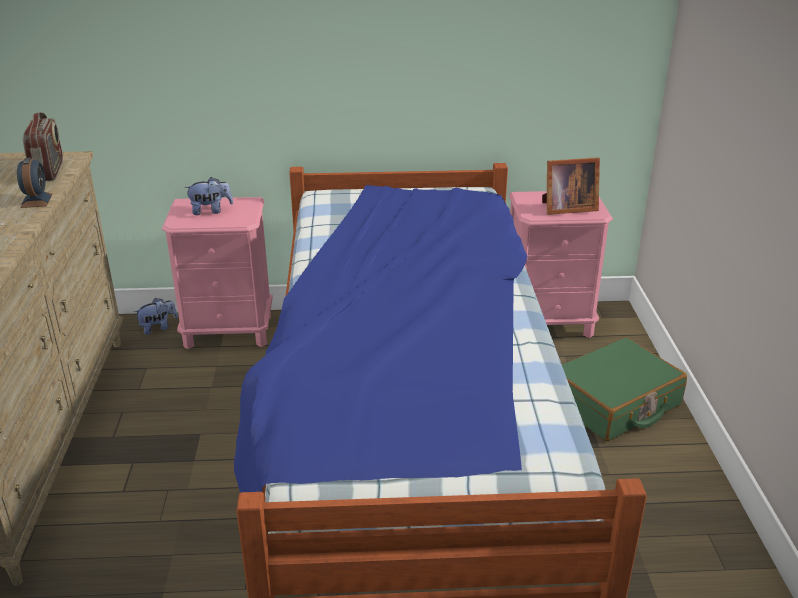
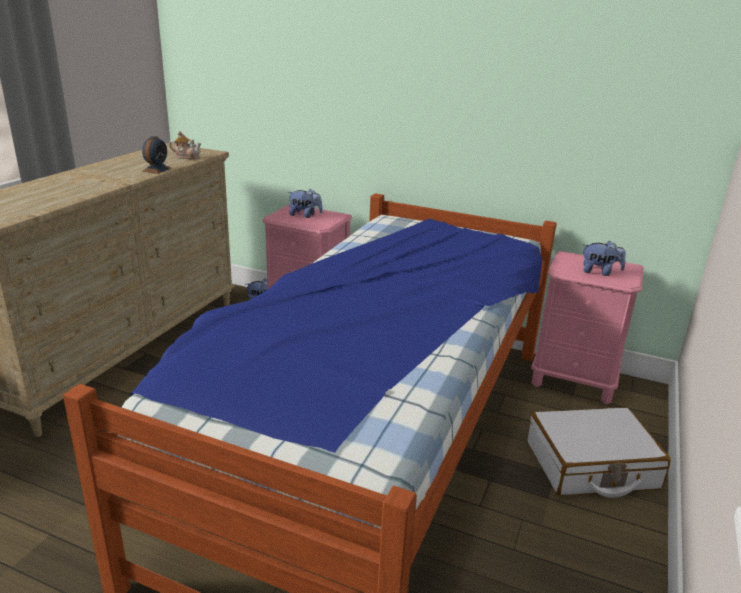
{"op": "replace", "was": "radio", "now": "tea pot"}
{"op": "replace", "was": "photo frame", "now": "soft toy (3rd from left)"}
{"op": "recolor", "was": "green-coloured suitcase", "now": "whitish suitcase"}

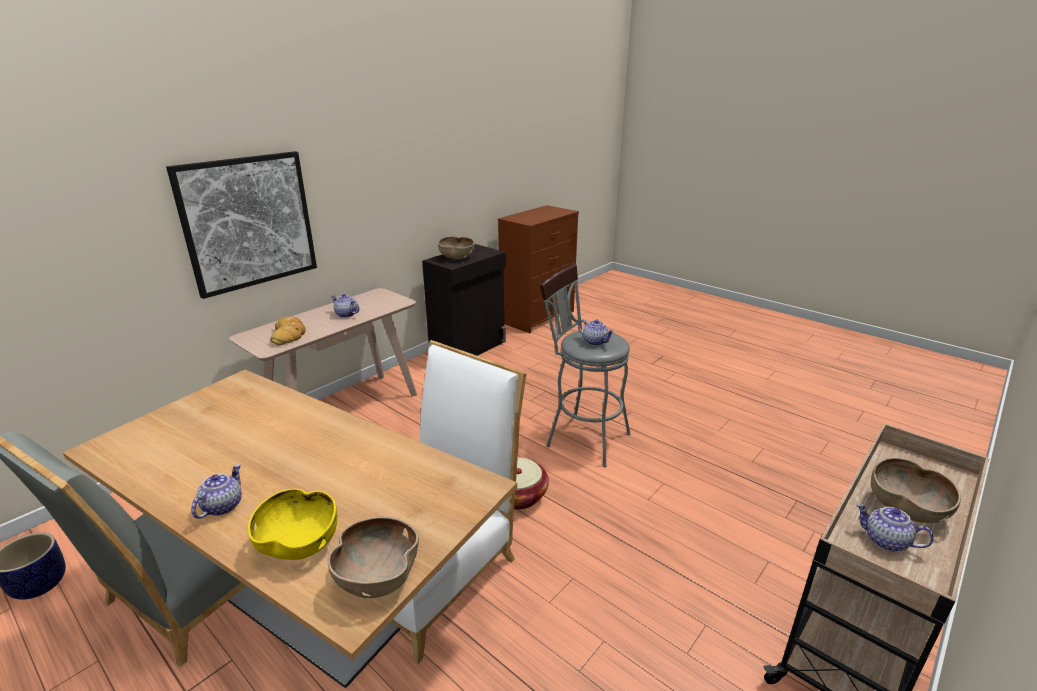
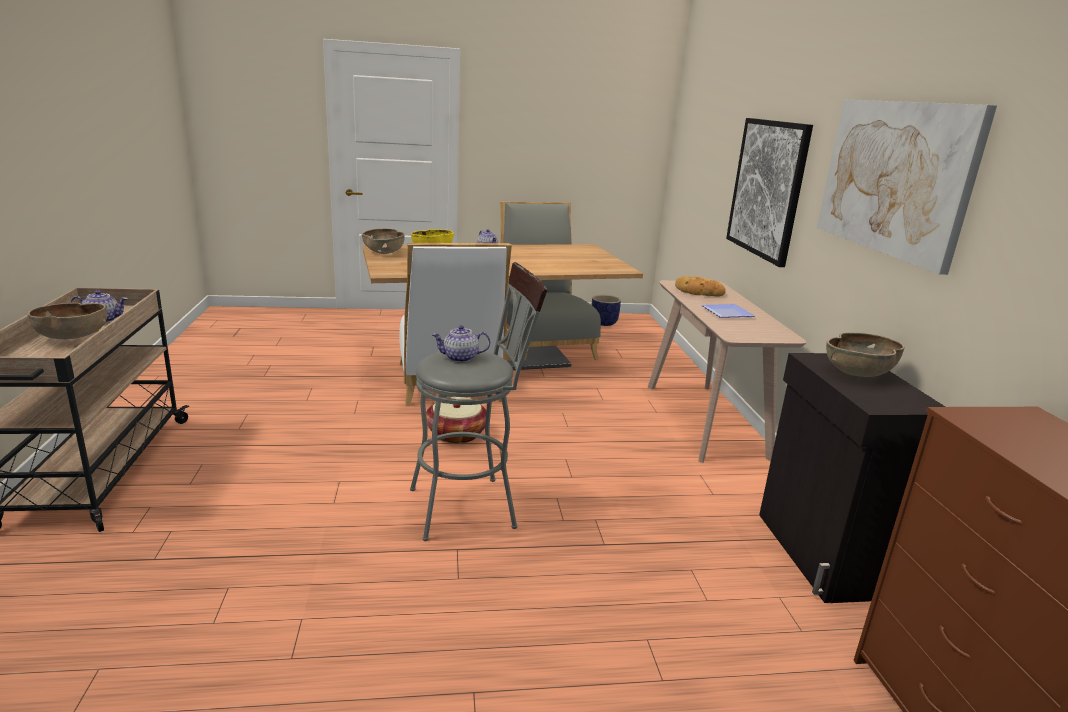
{"op": "replace", "was": "tea pot (2nd from left)", "now": "plate"}
{"op": "insert", "now": "wall art (2nd from left)"}

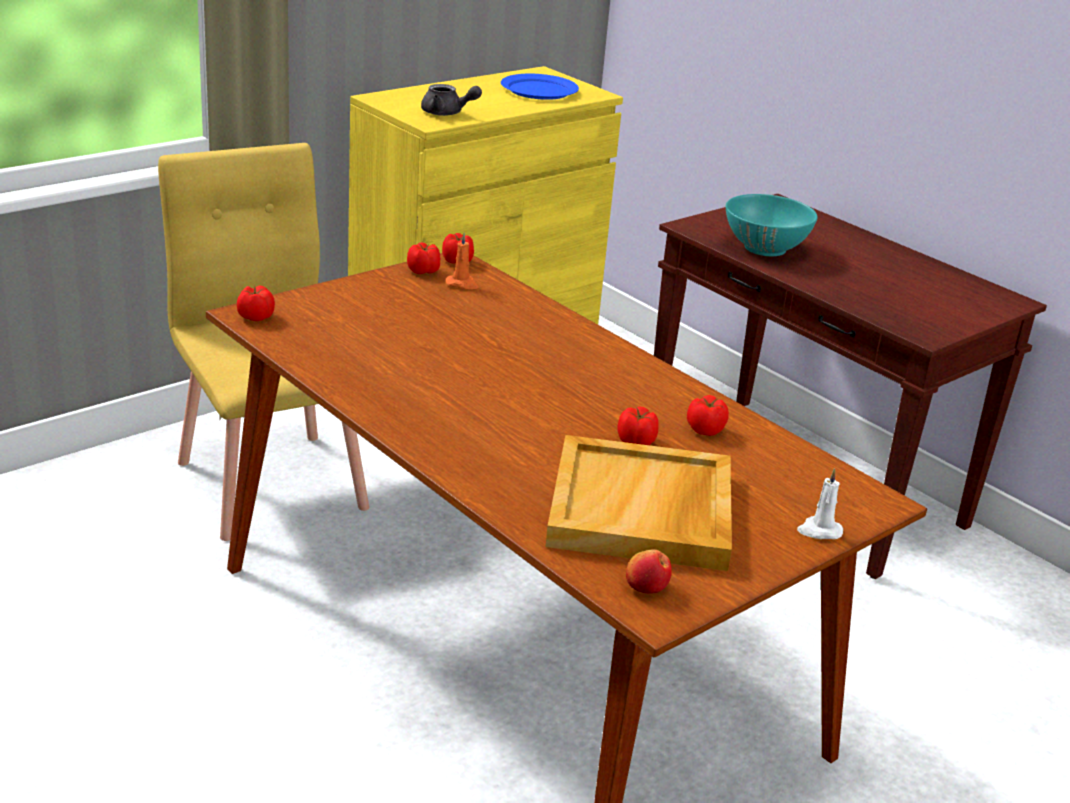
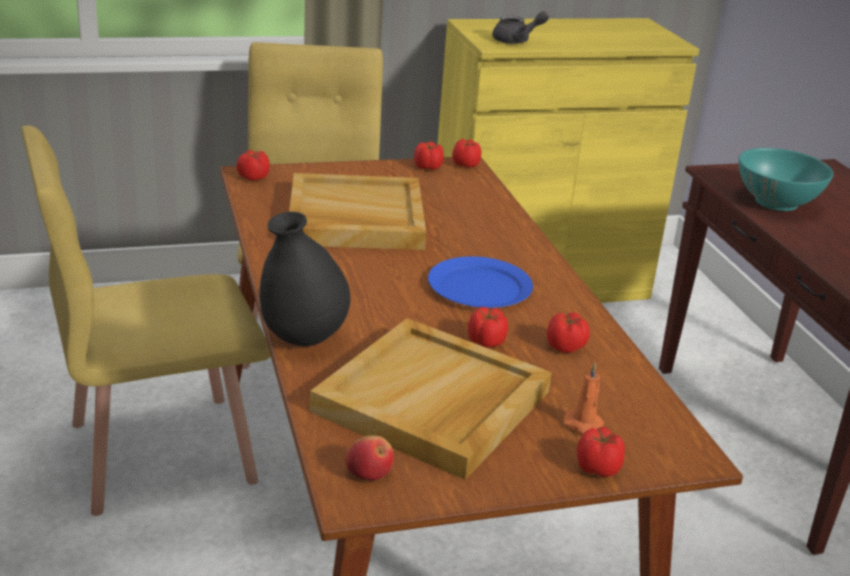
{"op": "move", "was": "bluish plate"}
{"op": "rotate", "was": "grey tea pot", "clockwise": -60}
{"op": "move", "was": "orangey candle"}
{"op": "replace", "was": "whitish candle", "now": "whole tomato (6th from left)"}
{"op": "insert", "now": "yellow upright chair (1st from left)"}
{"op": "insert", "now": "sand-coloured tray (1st from left)"}
{"op": "insert", "now": "blackish decorative vase"}

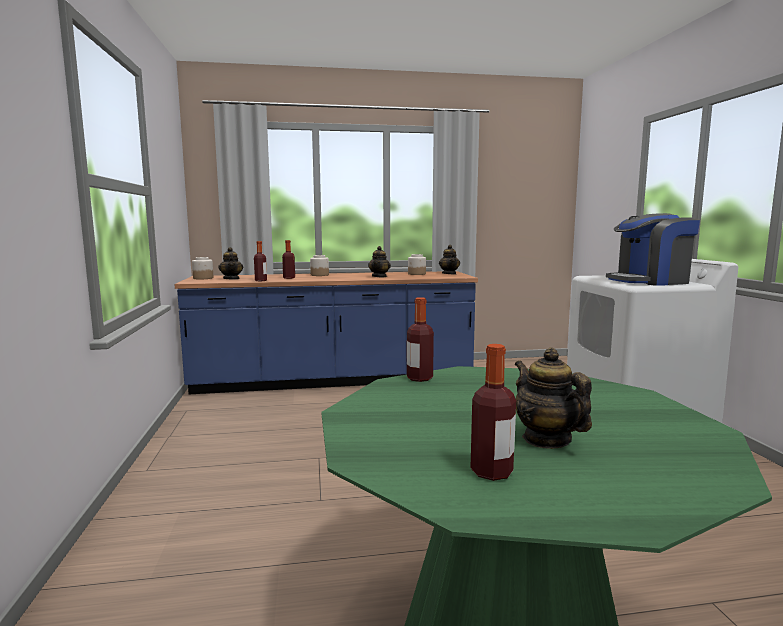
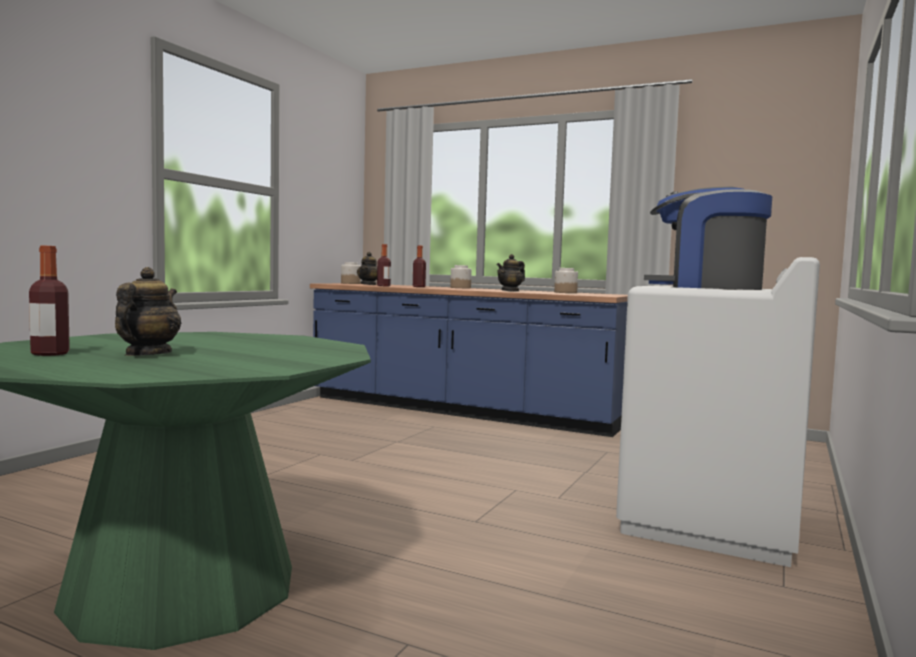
{"op": "delete", "was": "tea pot (3rd from left)"}
{"op": "delete", "was": "beverage bottle (3rd from left)"}

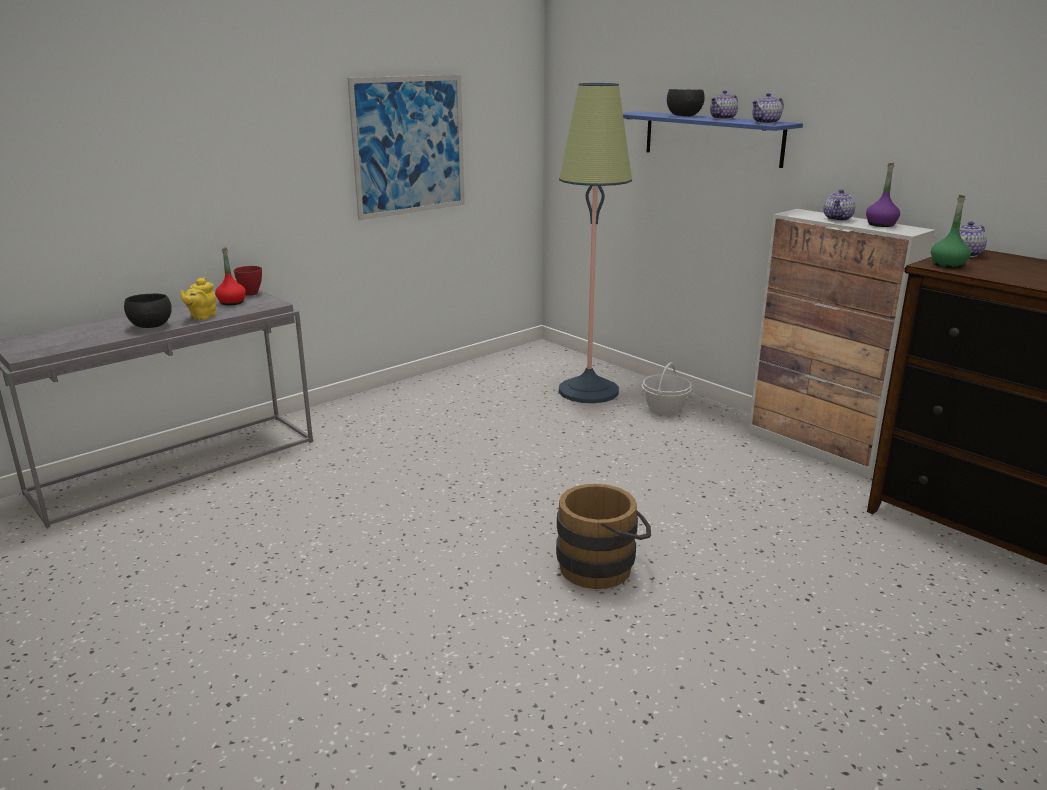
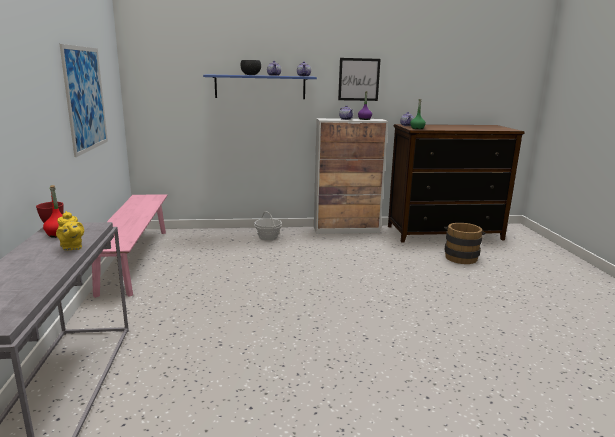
{"op": "delete", "was": "standing lamp"}
{"op": "delete", "was": "blackish deep dish (1st from left)"}
{"op": "move", "was": "brown-coloured water bucket"}
{"op": "insert", "now": "wall art (2nd from left)"}
{"op": "insert", "now": "pink-coloured long seat"}

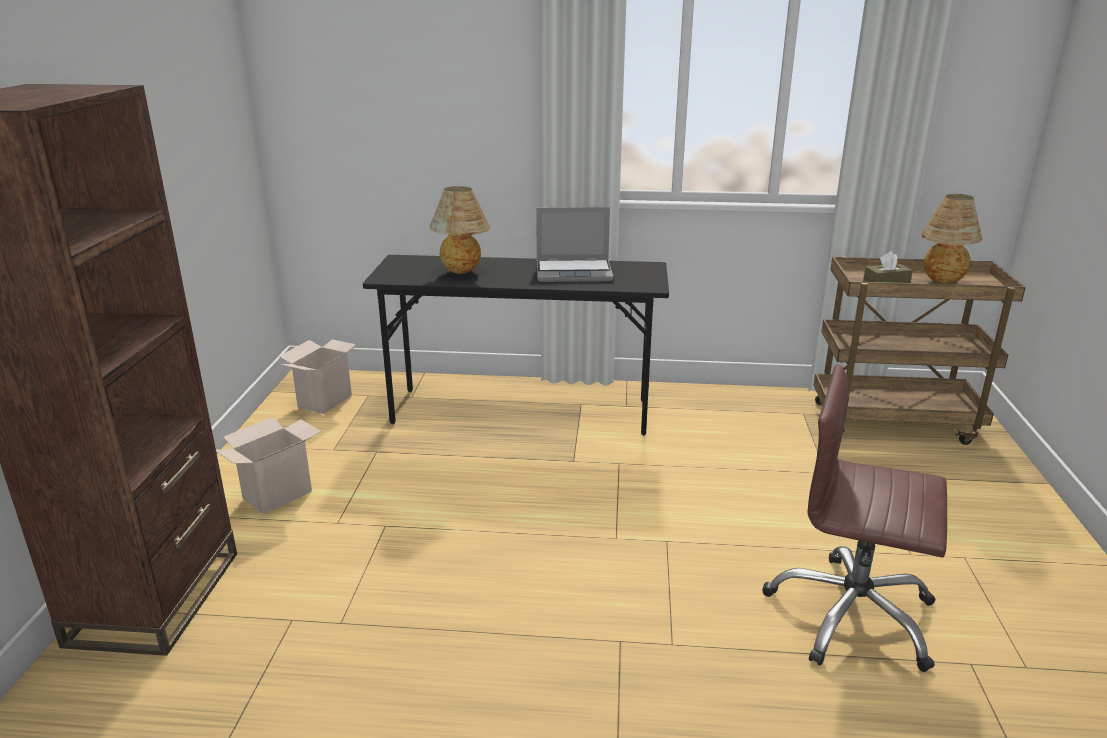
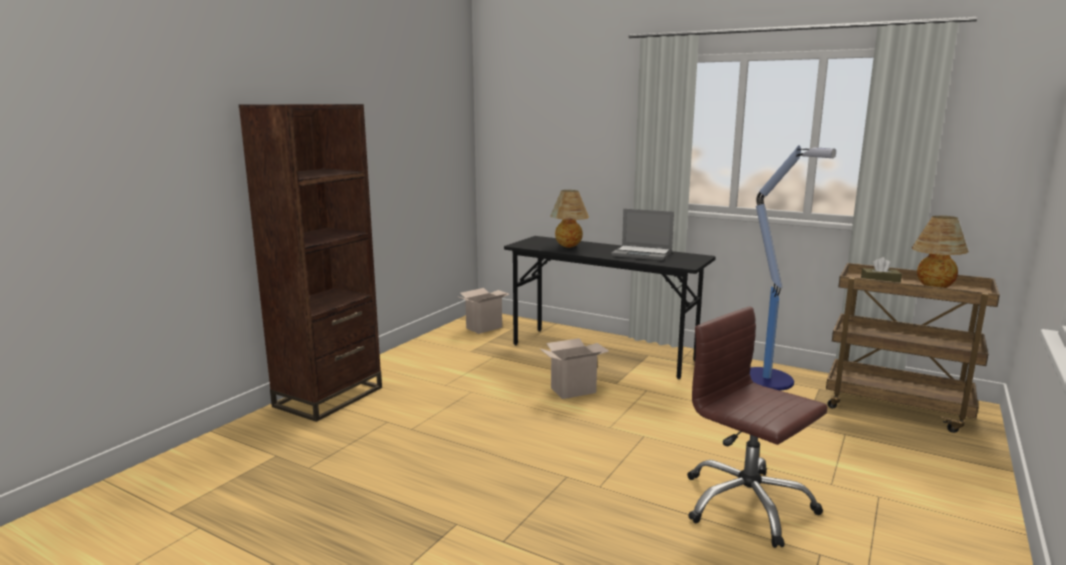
{"op": "move", "was": "packing box (1st from left in the first image)", "now": "packing box (2nd from left)"}
{"op": "insert", "now": "standing lamp"}

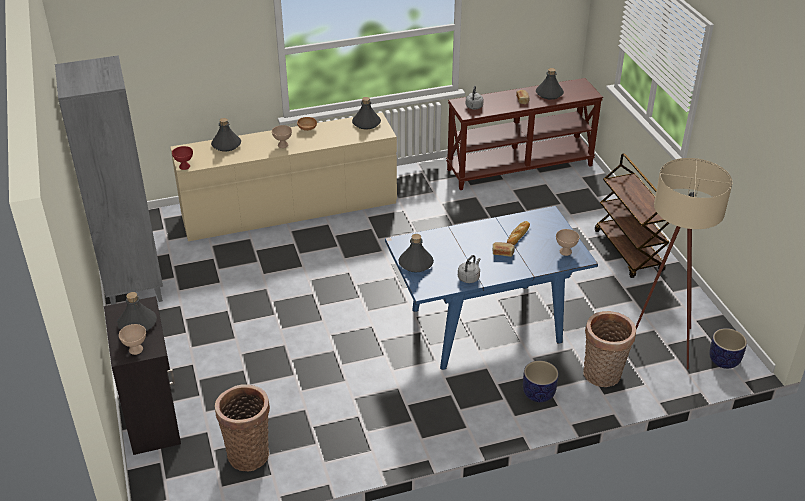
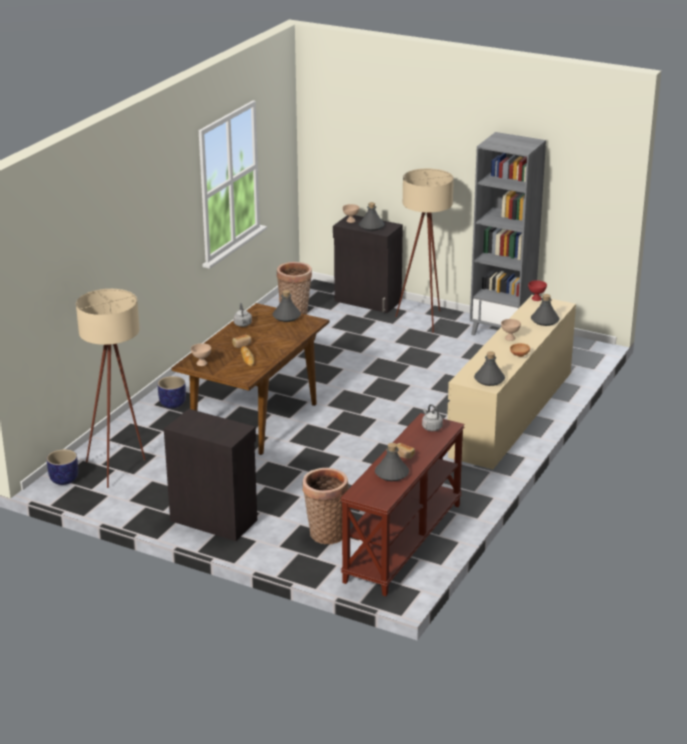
{"op": "replace", "was": "brown-coloured wheeled cart", "now": "blackish cabinet (1st from left)"}
{"op": "recolor", "was": "bluish kitchen table", "now": "brown-coloured kitchen table"}
{"op": "move", "was": "storage basket (2nd from left)"}
{"op": "insert", "now": "sand-coloured standing lamp (2nd from left)"}

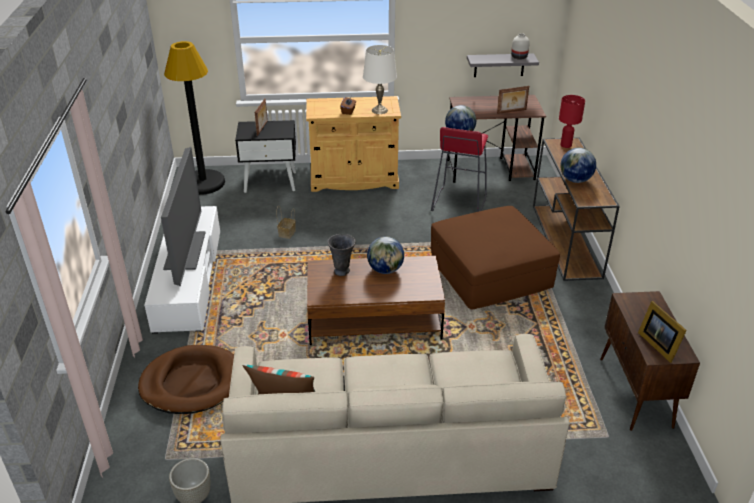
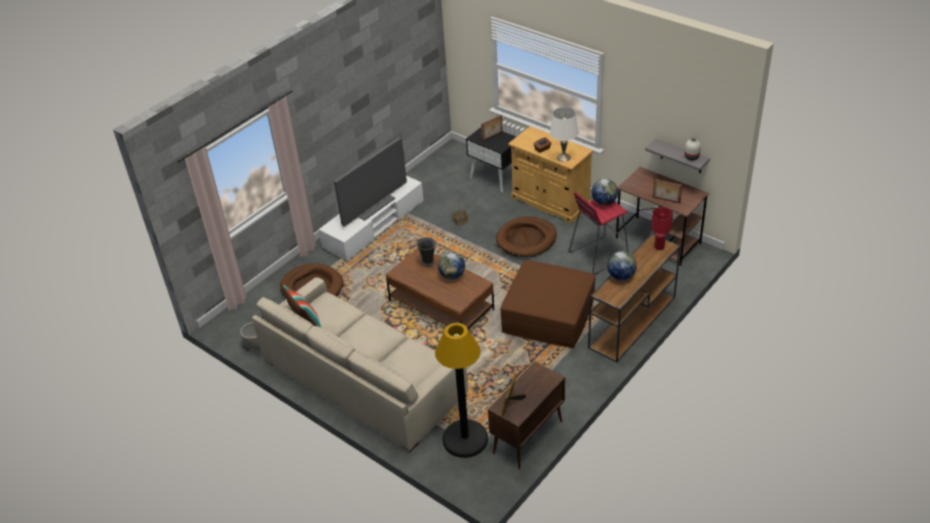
{"op": "move", "was": "blackish standing lamp"}
{"op": "insert", "now": "brown-coloured pet bed (2nd from left)"}

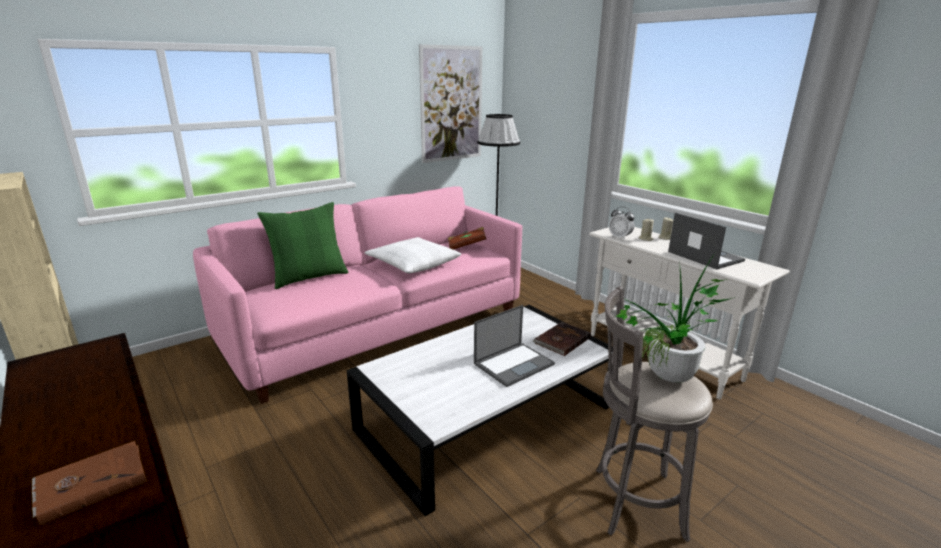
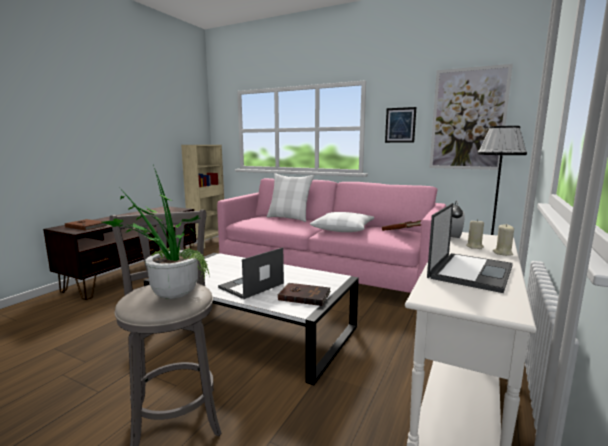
{"op": "recolor", "was": "green-coloured throw pillow", "now": "whitish throw pillow (1st from left)"}
{"op": "rotate", "was": "laptop (1st from left)", "clockwise": 105}
{"op": "insert", "now": "wall art (1st from left)"}

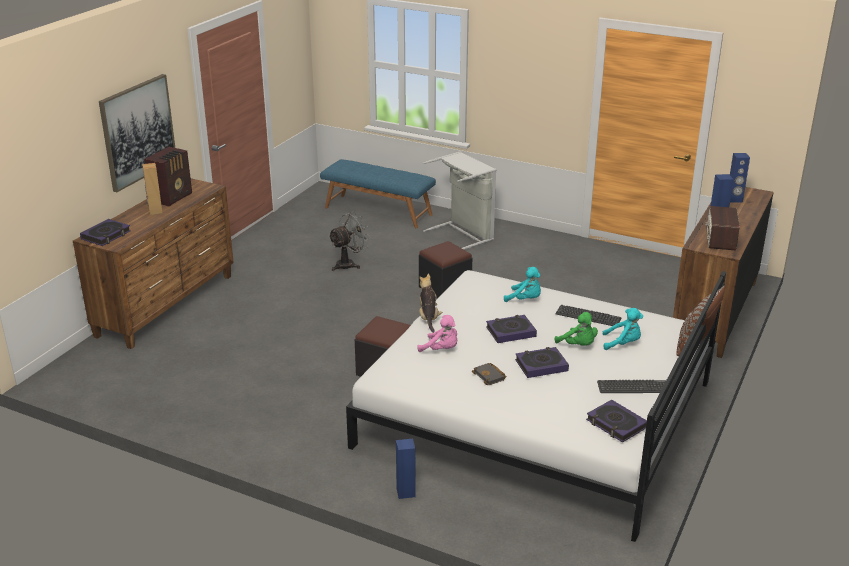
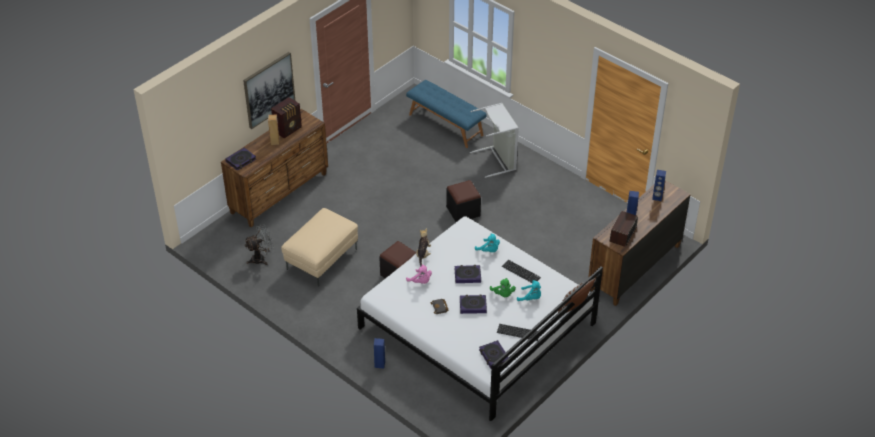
{"op": "move", "was": "grey fan"}
{"op": "insert", "now": "sand-coloured pouffe"}

